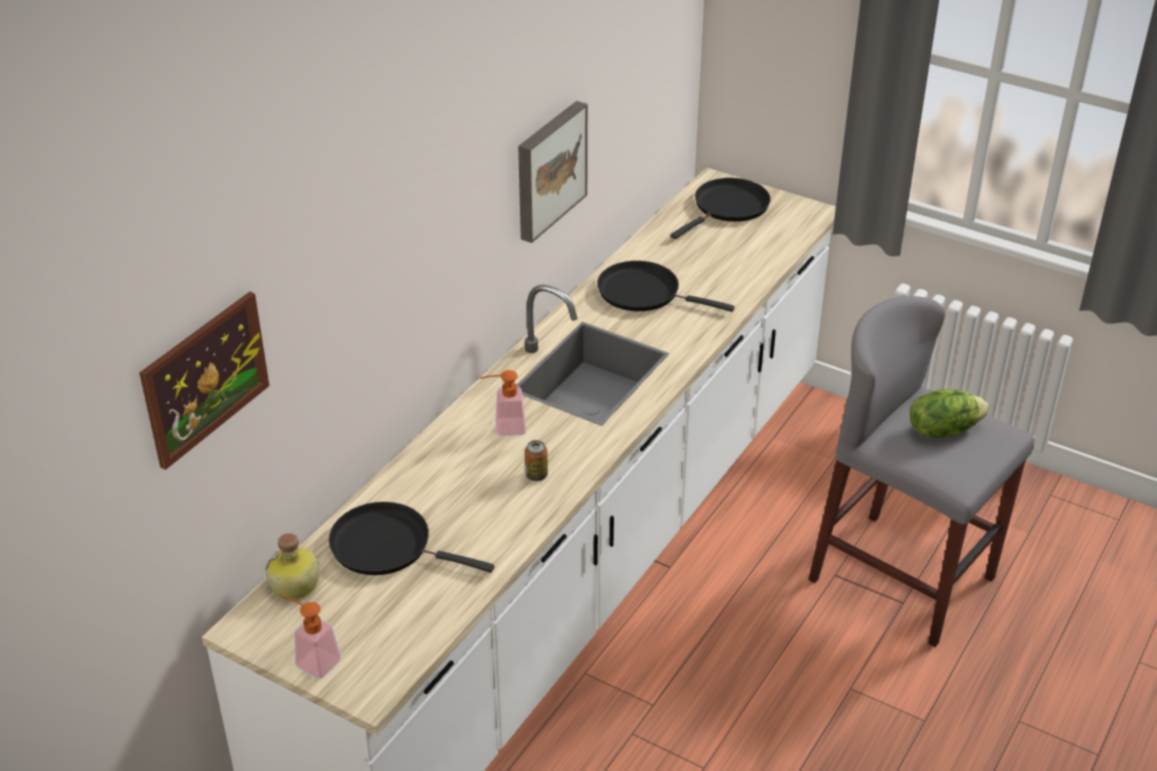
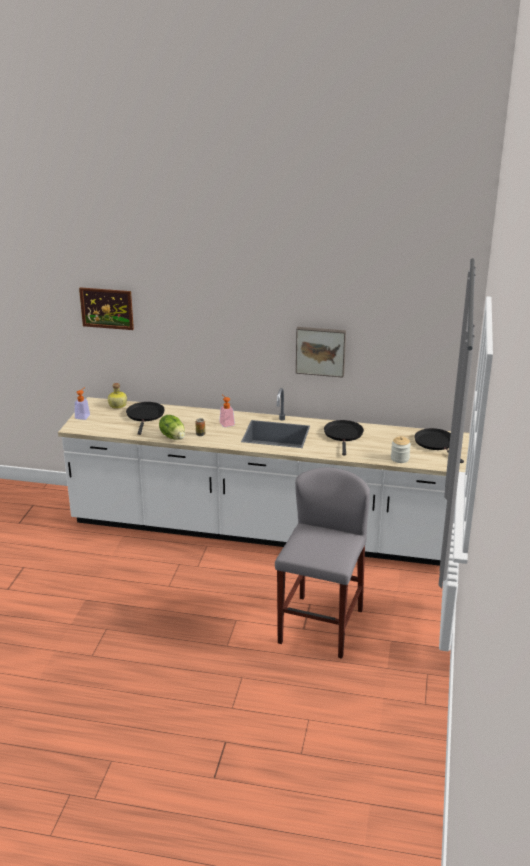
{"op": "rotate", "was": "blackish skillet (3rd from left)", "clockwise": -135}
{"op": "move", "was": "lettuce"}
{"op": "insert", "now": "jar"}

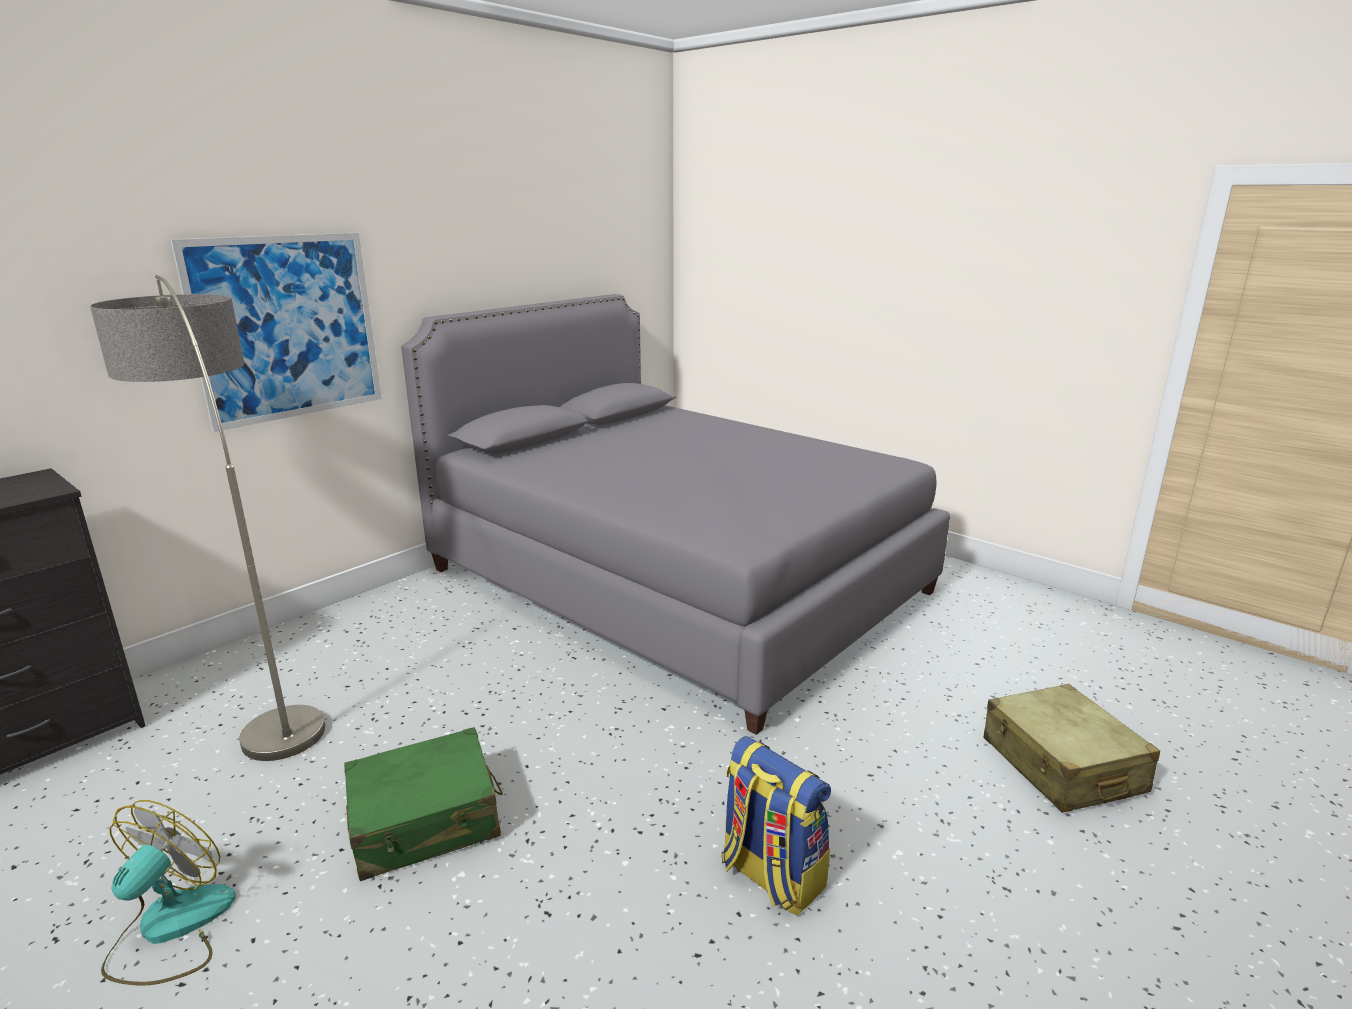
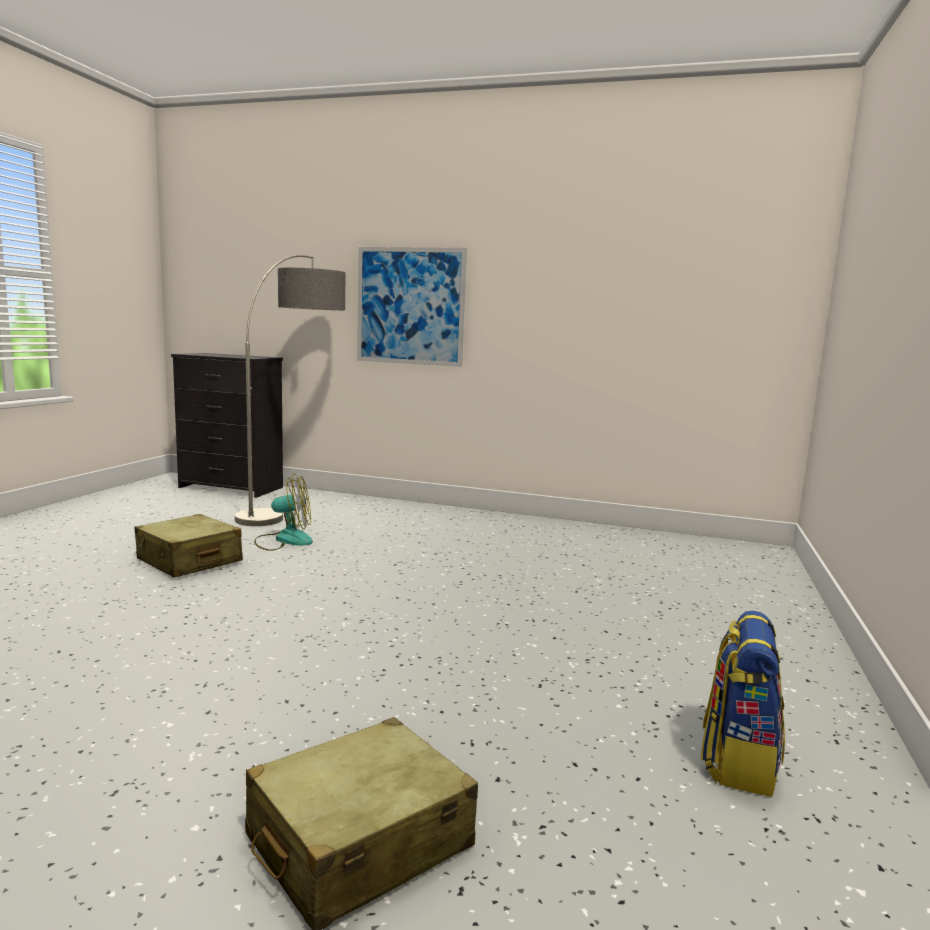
{"op": "delete", "was": "grey bedroom bed"}
{"op": "recolor", "was": "green-coloured suitcase", "now": "sand-coloured suitcase (1st from left)"}
{"op": "move", "was": "backpack"}
{"op": "move", "was": "fan"}

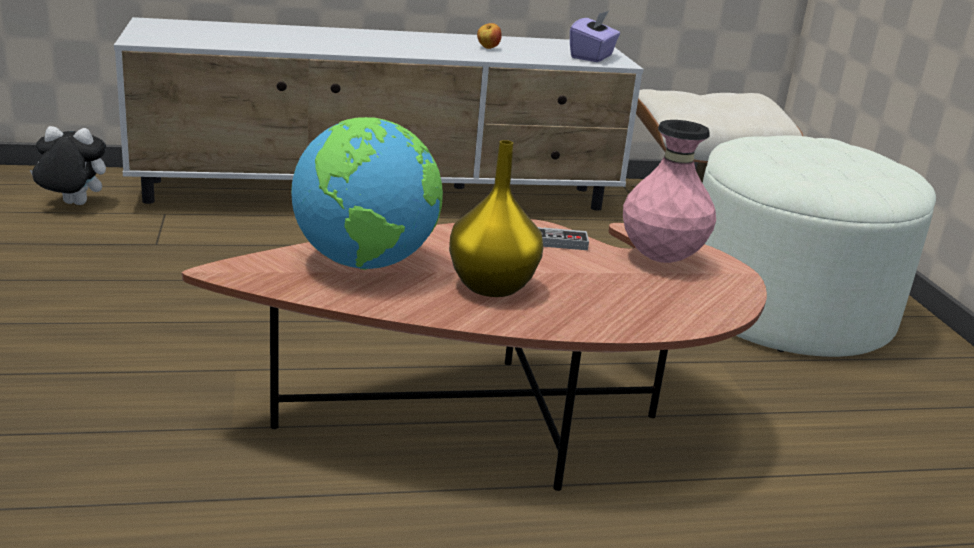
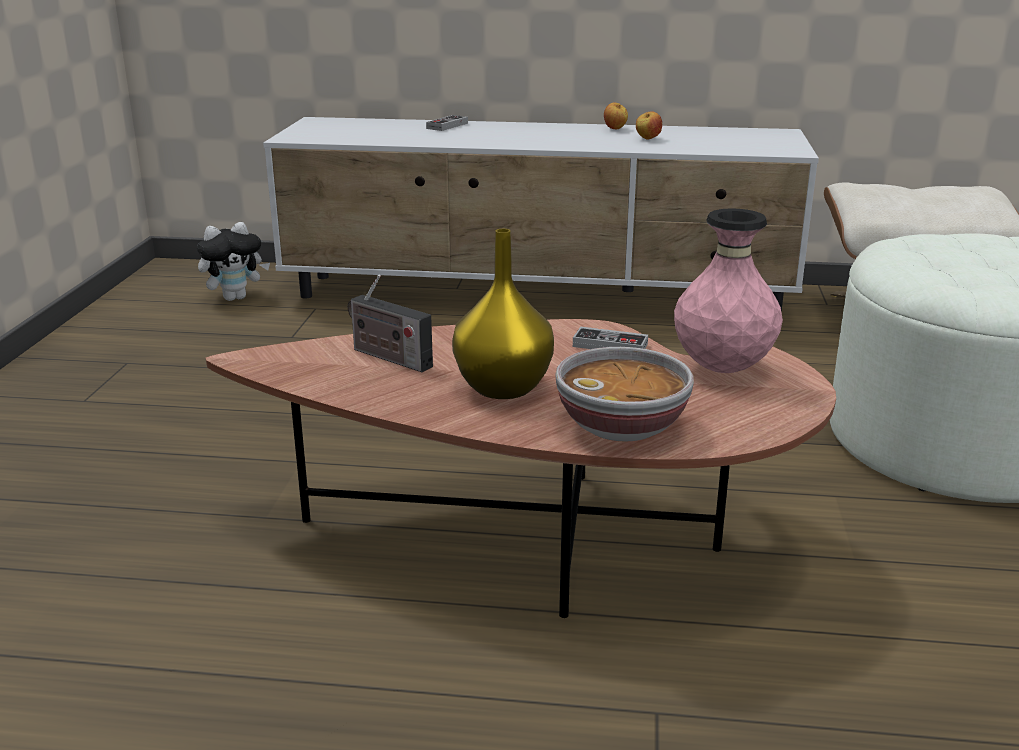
{"op": "delete", "was": "purple tissue holder"}
{"op": "replace", "was": "desk globe", "now": "radio"}
{"op": "rotate", "was": "soft toy", "clockwise": 135}
{"op": "insert", "now": "whole apple (1st from left)"}
{"op": "insert", "now": "game controller (1st from left)"}
{"op": "insert", "now": "deep dish"}

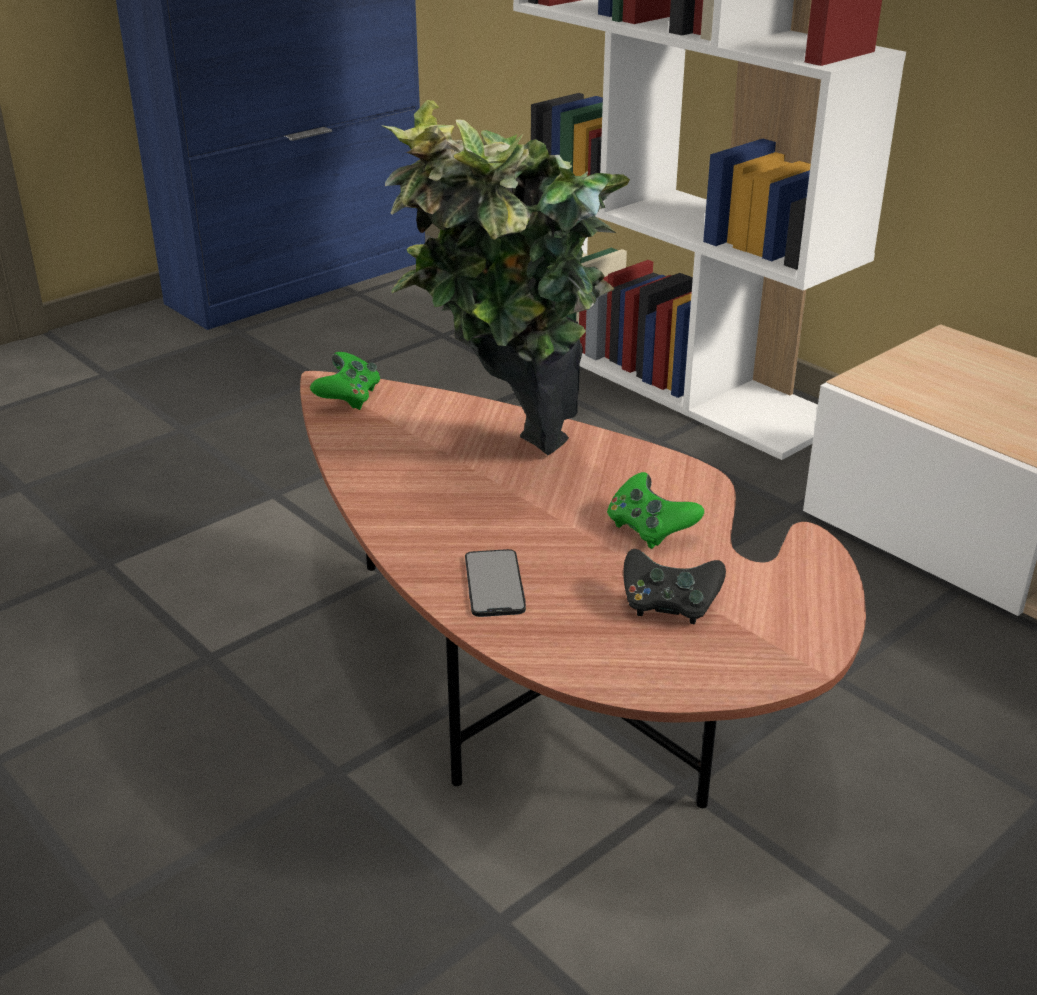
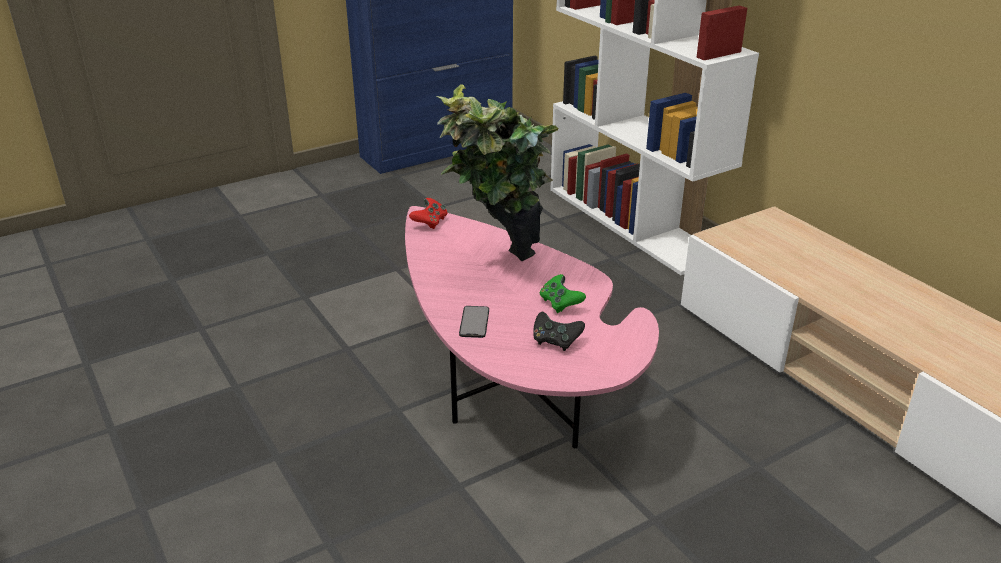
{"op": "recolor", "was": "green-coloured game controller (1st from left)", "now": "reddish game controller"}
{"op": "recolor", "was": "brown-coloured low table", "now": "pink-coloured low table"}

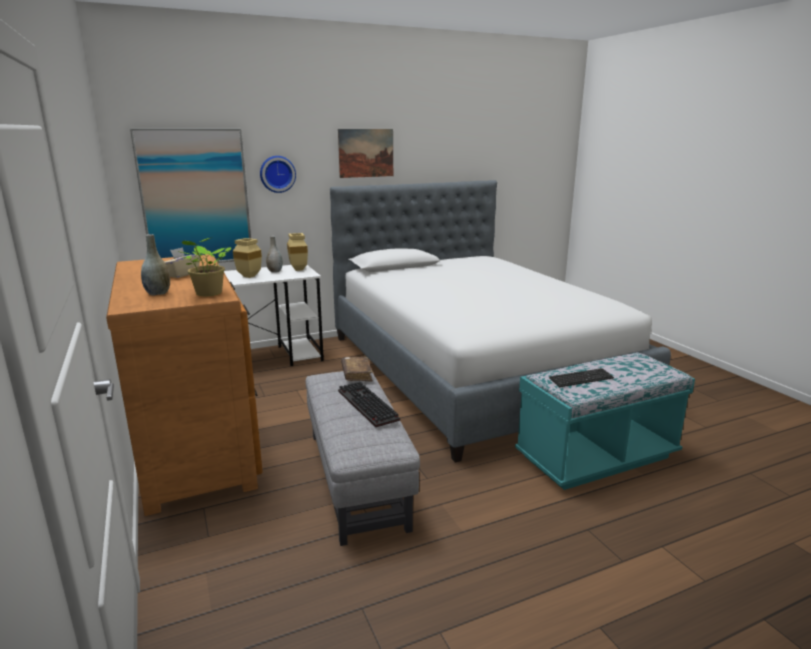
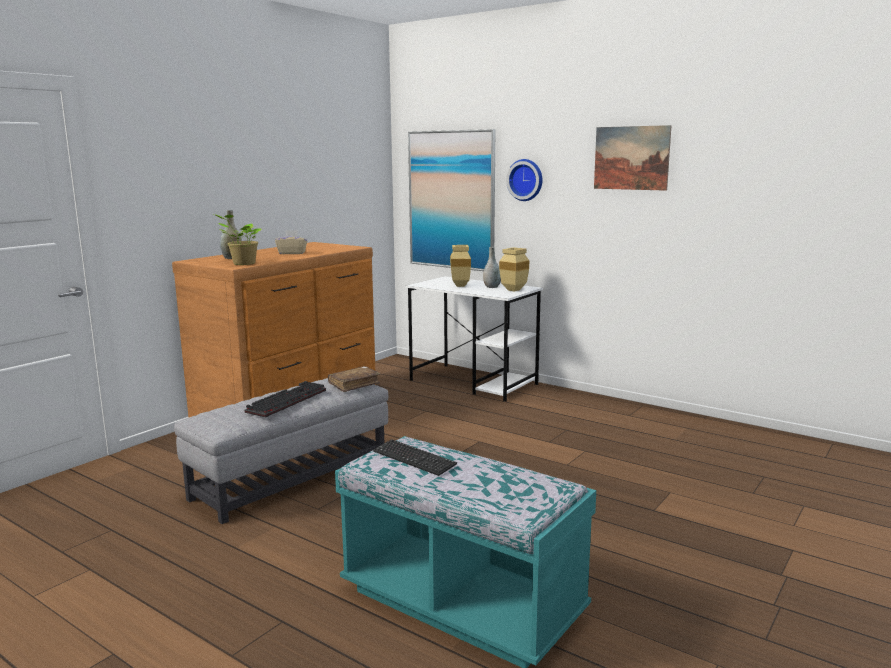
{"op": "delete", "was": "bedroom bed"}

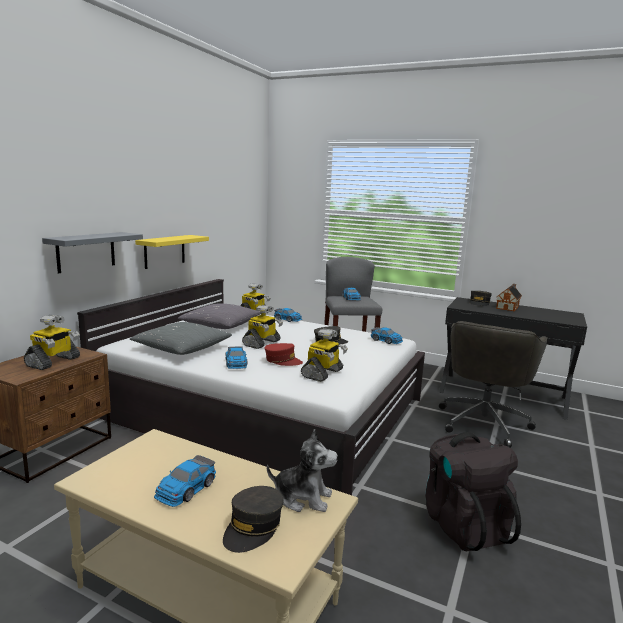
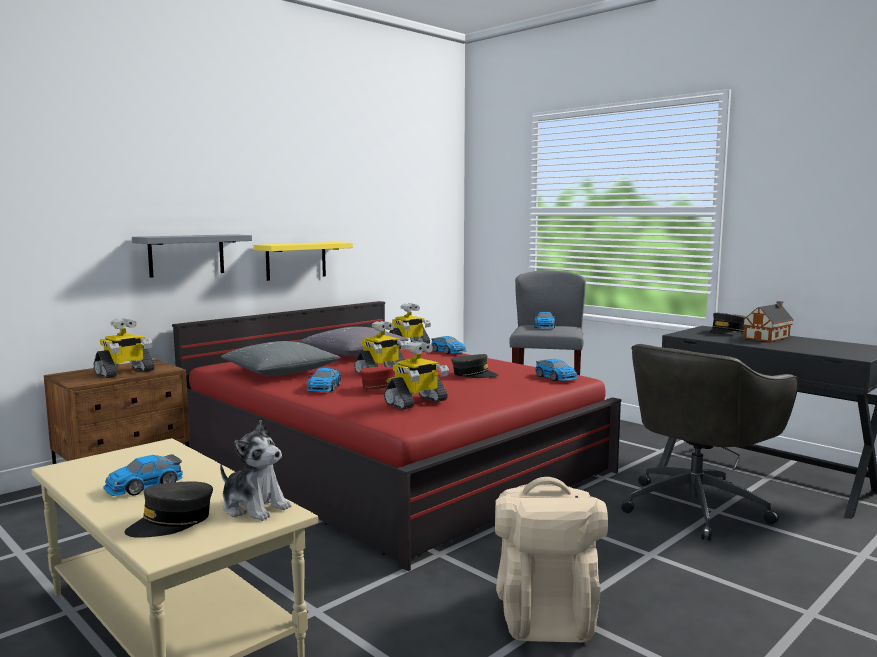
{"op": "recolor", "was": "whitish bedroom bed", "now": "reddish bedroom bed"}
{"op": "recolor", "was": "blackish backpack", "now": "sand-coloured backpack"}

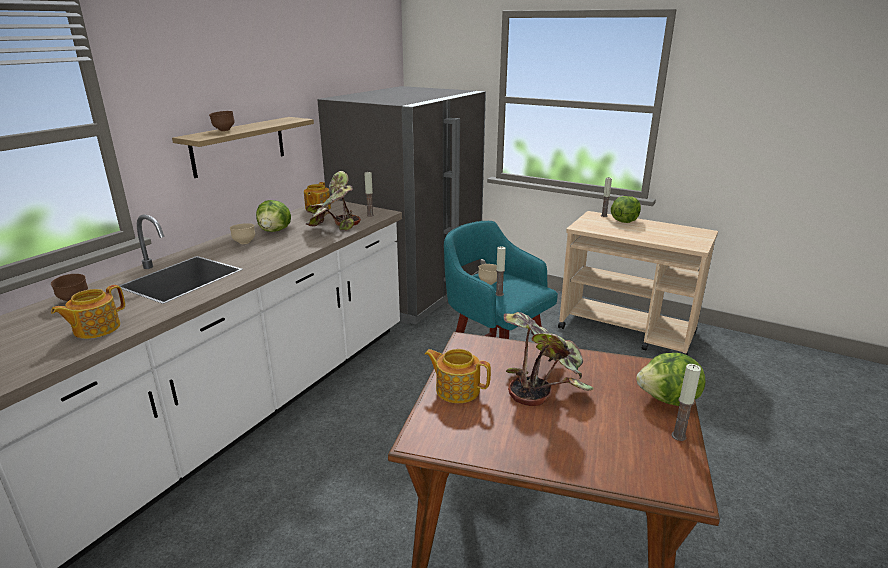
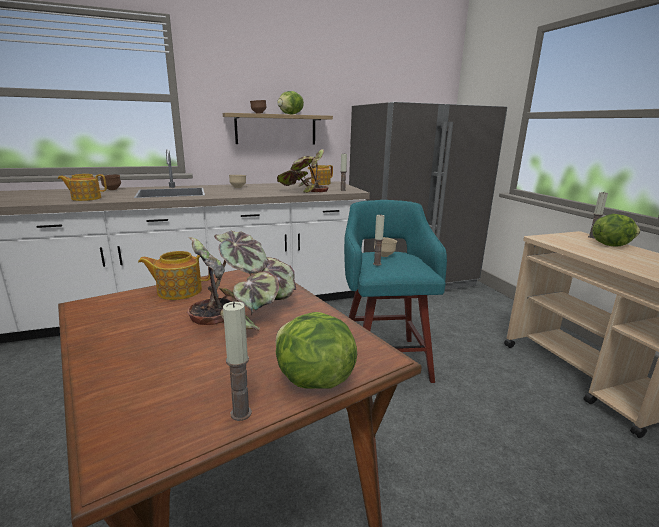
{"op": "move", "was": "lettuce (1st from left)"}
{"op": "rotate", "was": "tea pot (3rd from left in the first image)", "clockwise": -75}

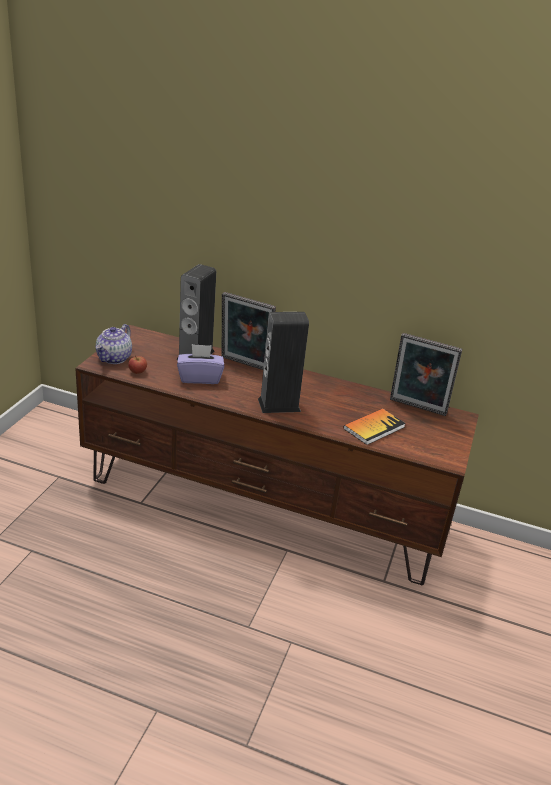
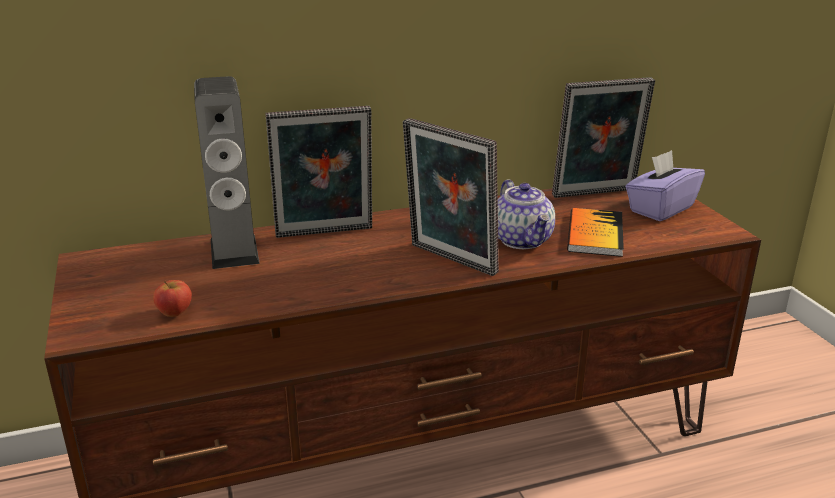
{"op": "replace", "was": "speaker (2nd from left)", "now": "photo frame (2nd from left)"}
{"op": "move", "was": "tea pot"}
{"op": "move", "was": "purple tissue holder"}

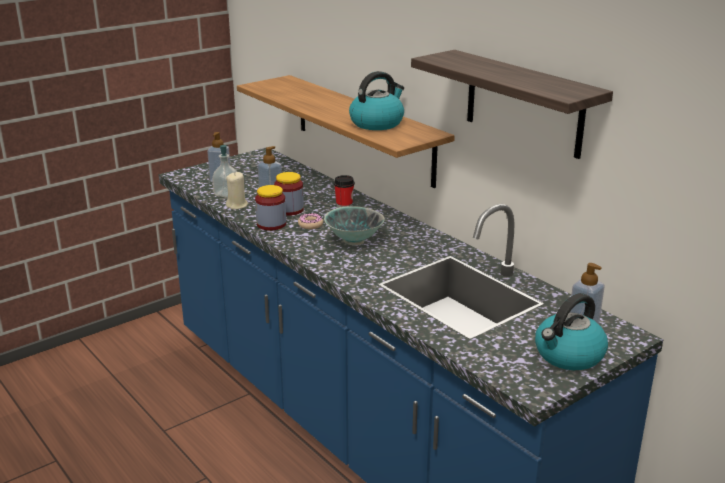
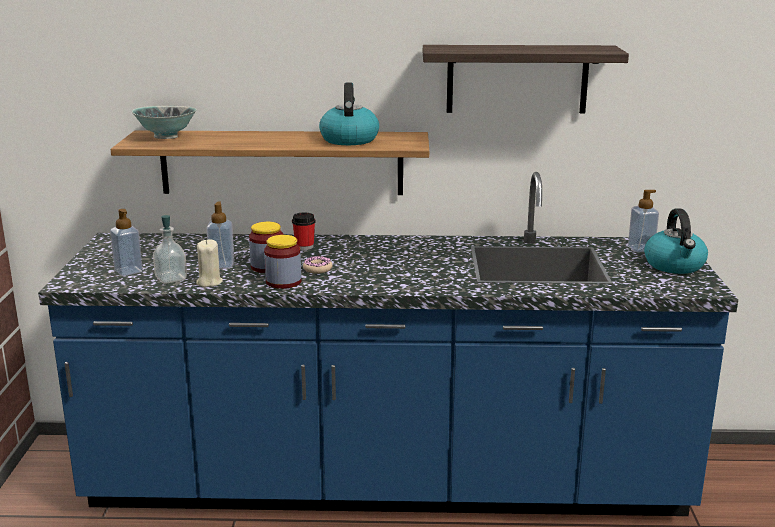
{"op": "move", "was": "deep dish"}

